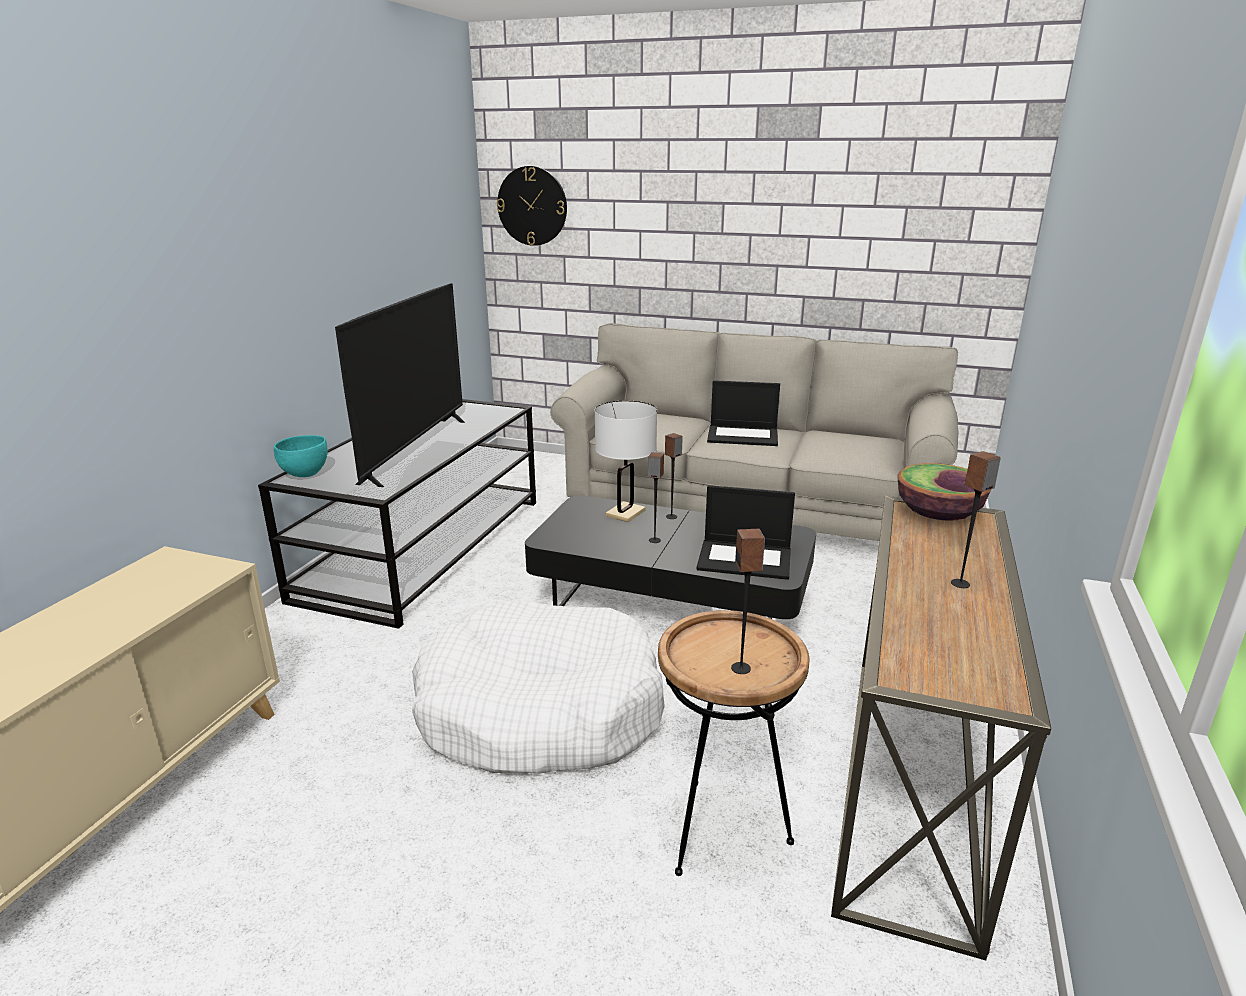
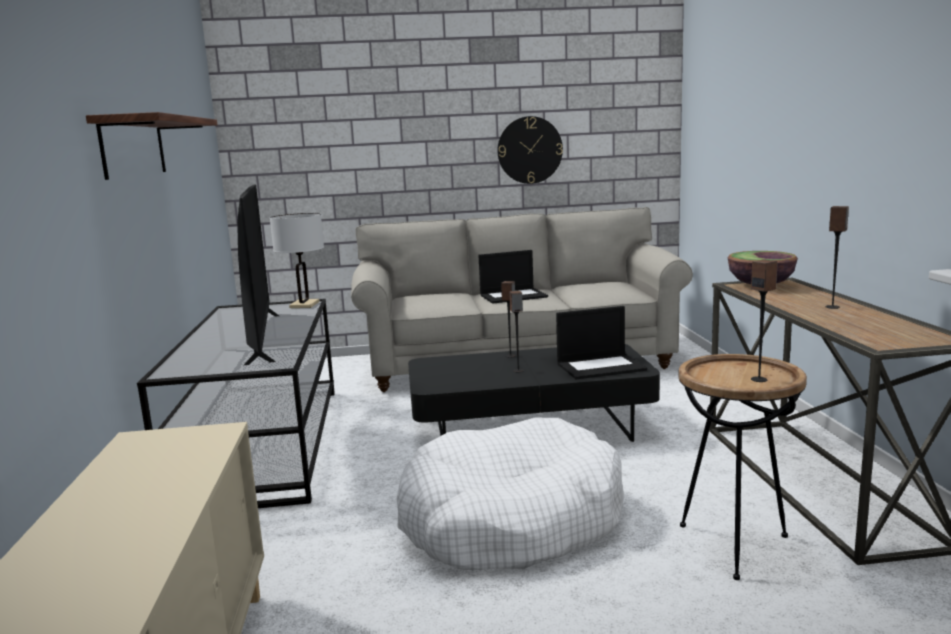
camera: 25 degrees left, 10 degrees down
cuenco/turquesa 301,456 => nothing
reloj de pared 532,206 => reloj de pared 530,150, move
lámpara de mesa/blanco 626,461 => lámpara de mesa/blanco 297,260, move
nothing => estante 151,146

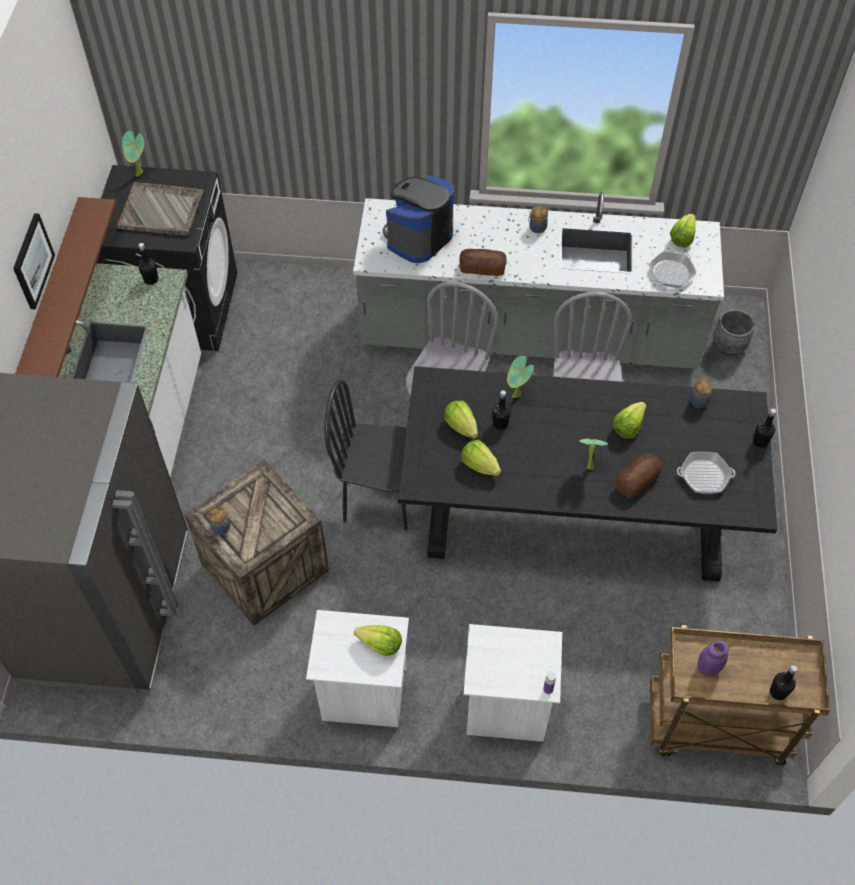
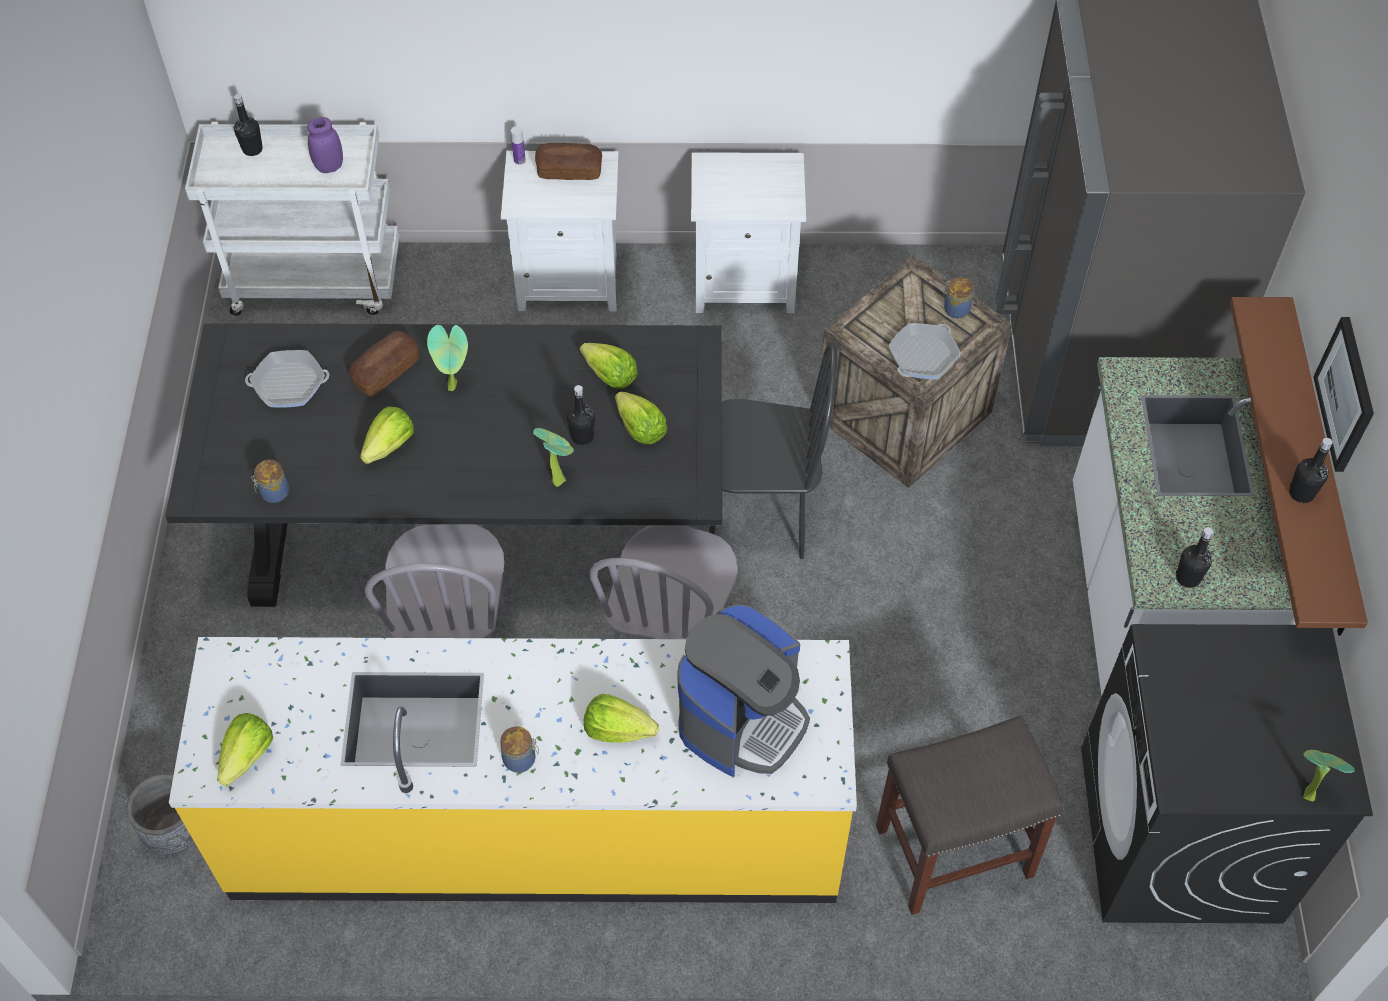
camera: 175 degrees right, 0 degrees up
bandeja/gris 160,209 => nothing
mueble bajo de cocina/gris 538,280 => mueble bajo de cocina/amarillo 513,770
lechuga 378,640 => lechuga 621,718, move
pan 483,262 => pan 568,161, move
sartén 673,269 => sartén 924,351, move
carrito/marrón 740,695 => carrito/blanco 292,219
botella/negro 764,428 => botella/negro 1311,470, move
nothing => taburete/gris 970,815

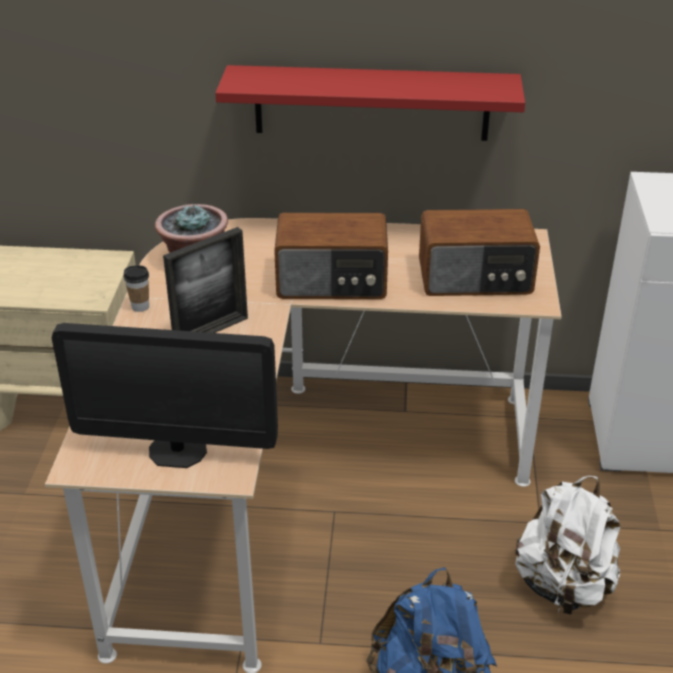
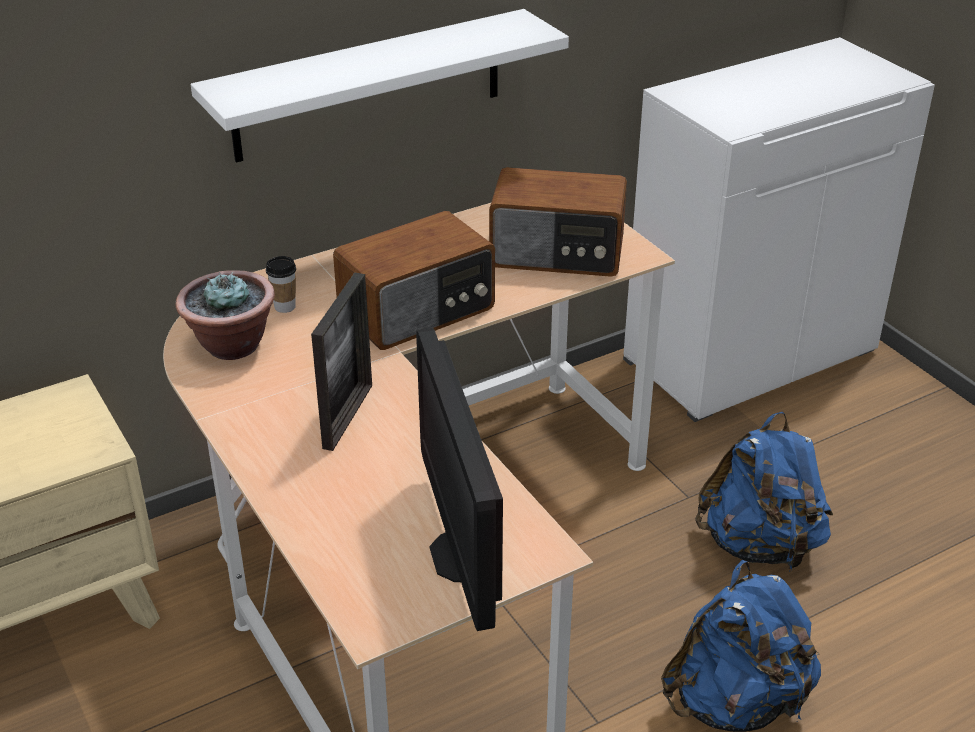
camera: 35 degrees left, 0 degrees up
monitor 165,395 => monitor 459,479, 105 degrees clockwise
taza 136,288 => taza 281,284, move
estante/rojo 370,103 => estante/blanco 380,86
radio 479,252 => radio 558,222, 45 degrees clockwise
mochila/blanco 567,545 => mochila/azul 764,491

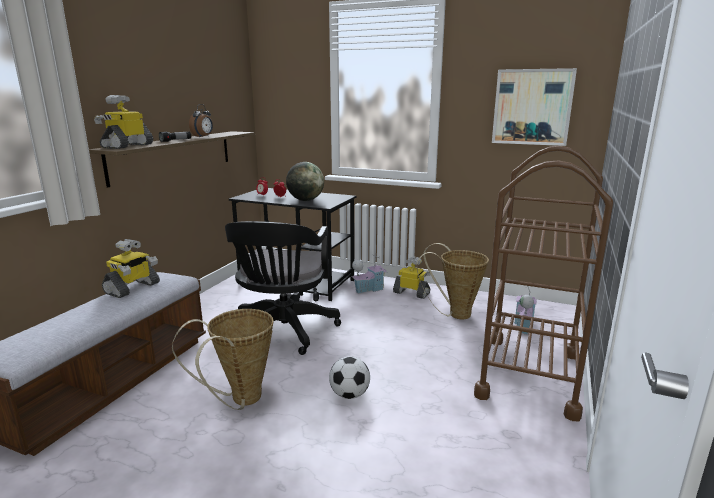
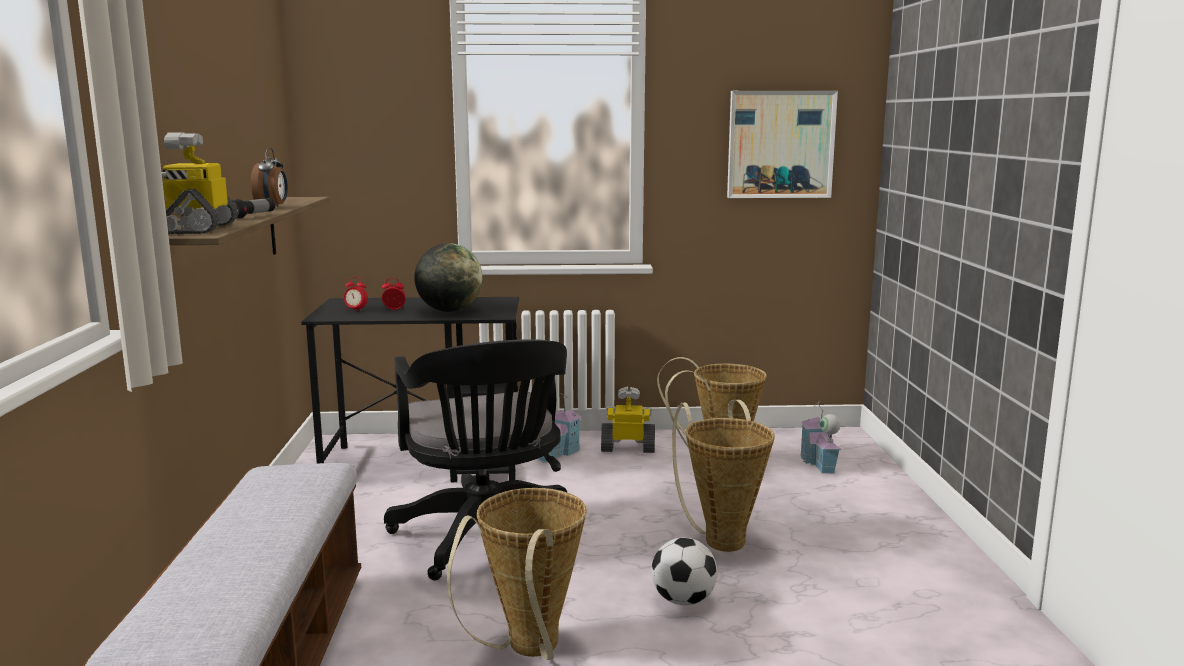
camera: 25 degrees left, 5 degrees down
robot de juguete 131,268 => nothing
carrito/marrón 543,283 => nothing
nothing => cesta 723,476

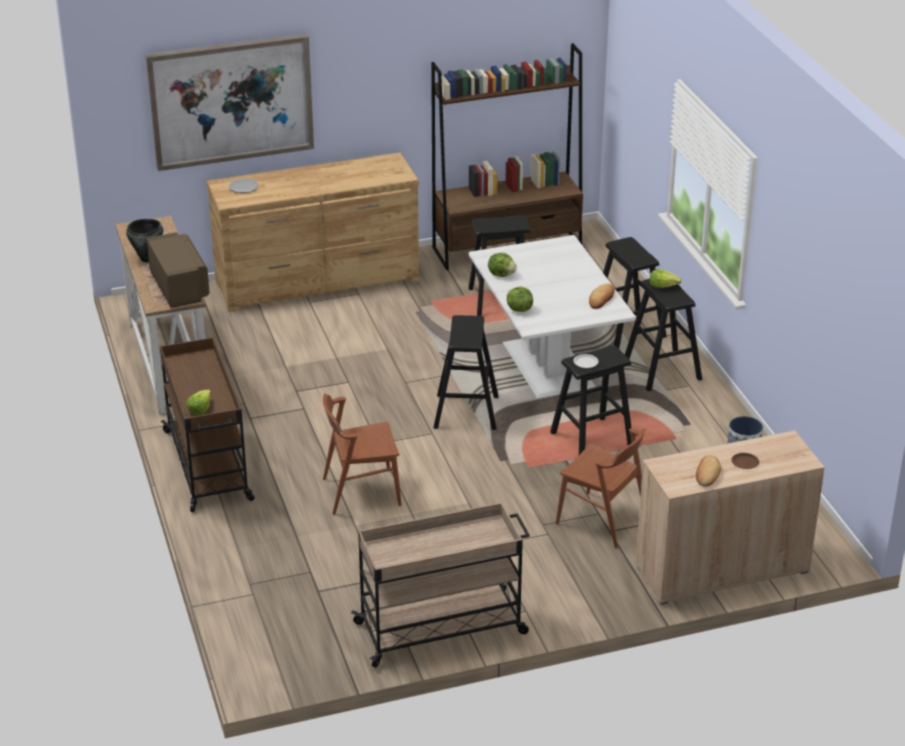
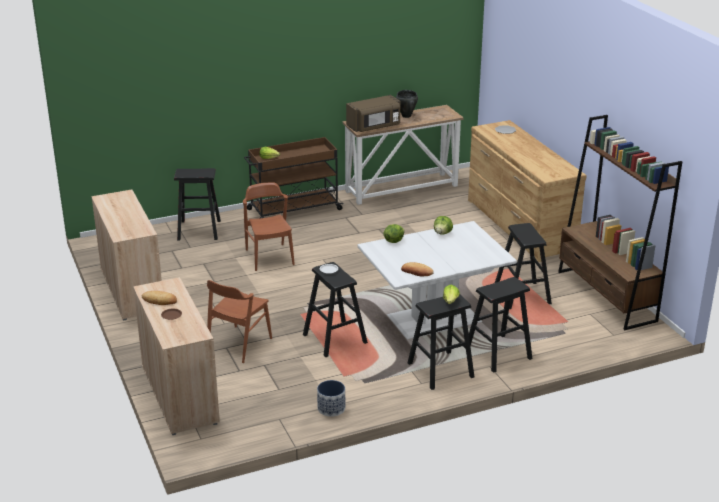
camera: 85 degrees right, 5 degrees down
cuadro 229,102 => nothing
carrito/beis 440,585 => armario/beis 126,255
taburete/negro 466,372 => taburete/negro 197,204, move

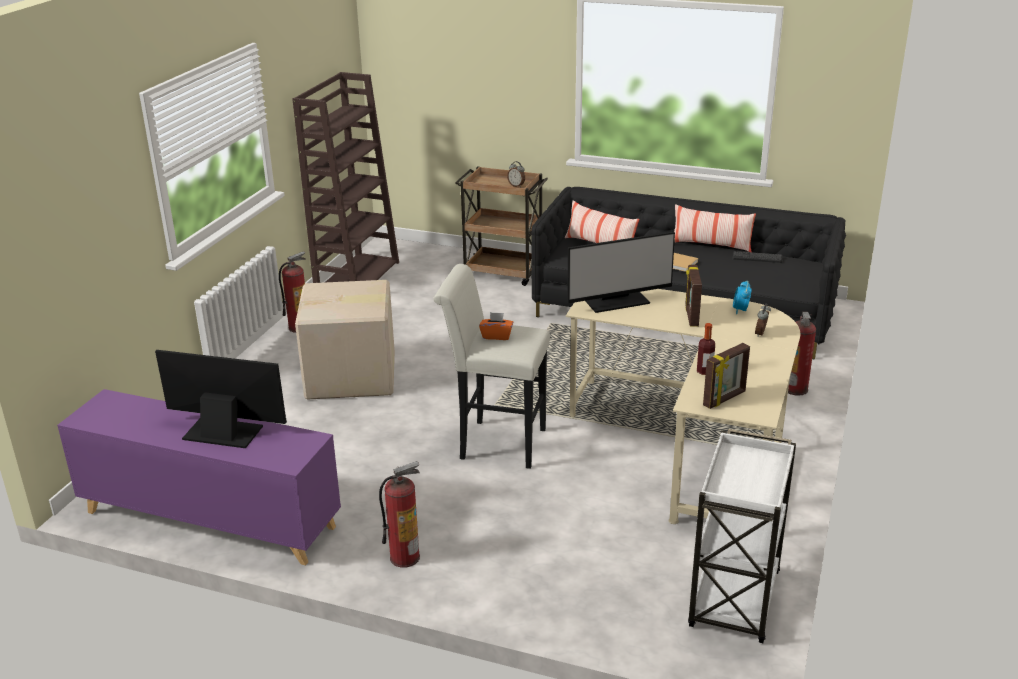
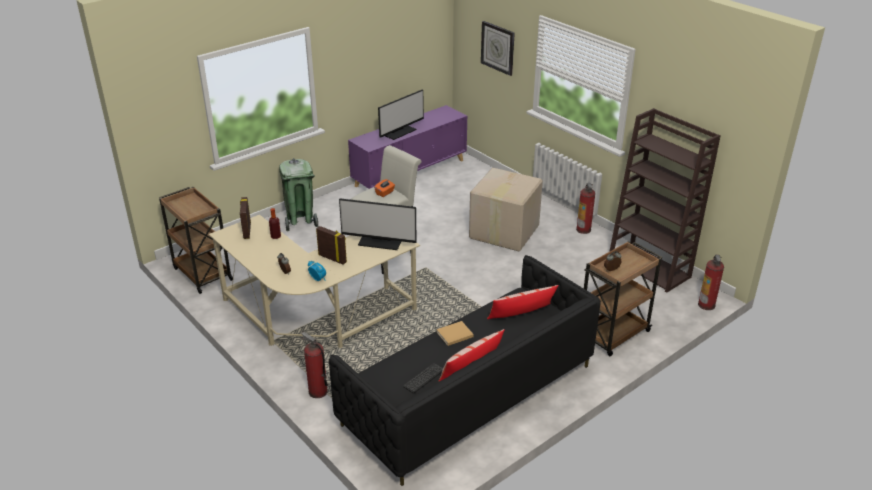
camera: 120 degrees right, 5 degrees up
extintor 399,514 => extintor 711,282, move
monitor 621,272 => monitor 378,224, 90 degrees counterclockwise
carrito/blanco 742,536 => carrito/marrón 196,240
nothing => papelera/verde 298,195
nothing => reloj de pared 498,48

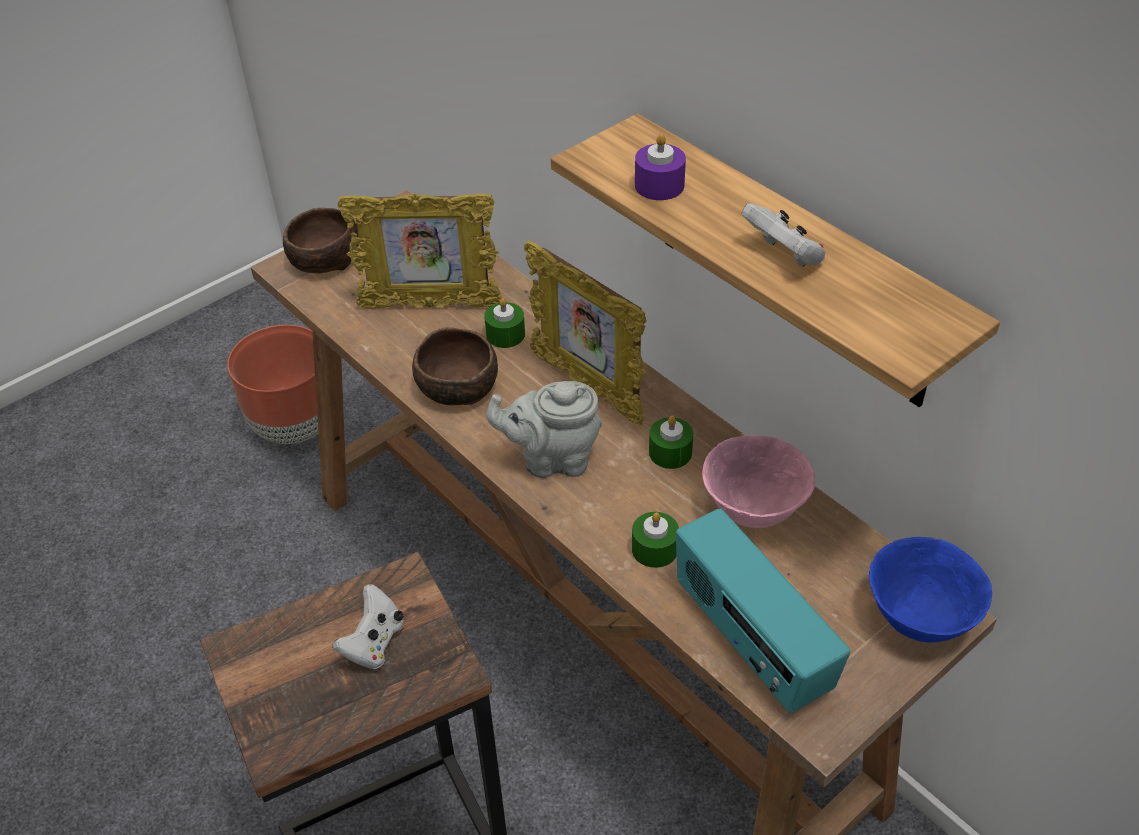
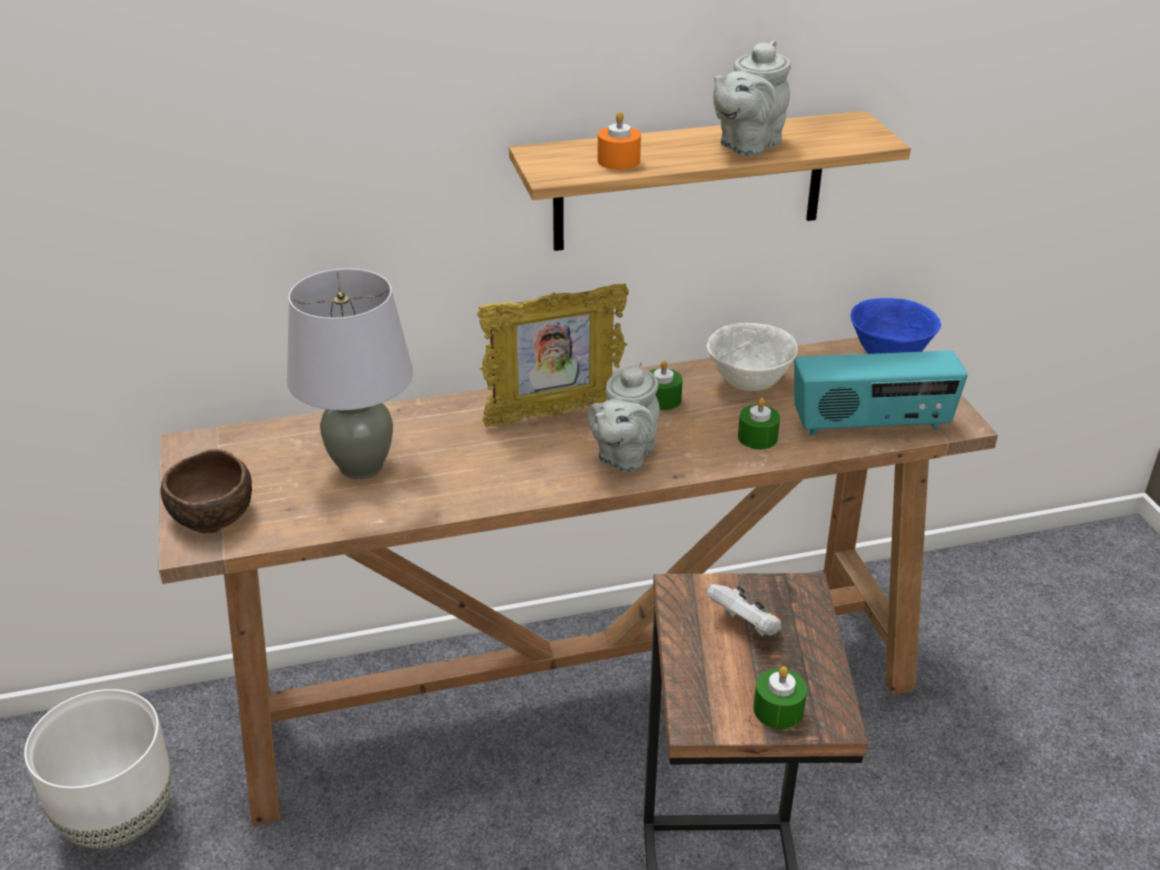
camera: 65 degrees left, 10 degrees down
maceta/marrón 272,384 => maceta/blanco 98,769
portarretratos 420,251 => lámpara de mesa/gris 350,373
cuenco/marrón 455,366 => nothing
vela/verde 504,323 => vela/verde 780,697, move
vela/morado 660,167 => vela/naranja 619,140
cuenco/rosa 758,481 => cuenco/blanco 752,357
mando de consola/blanco 783,235 => tetera/gris 752,98

